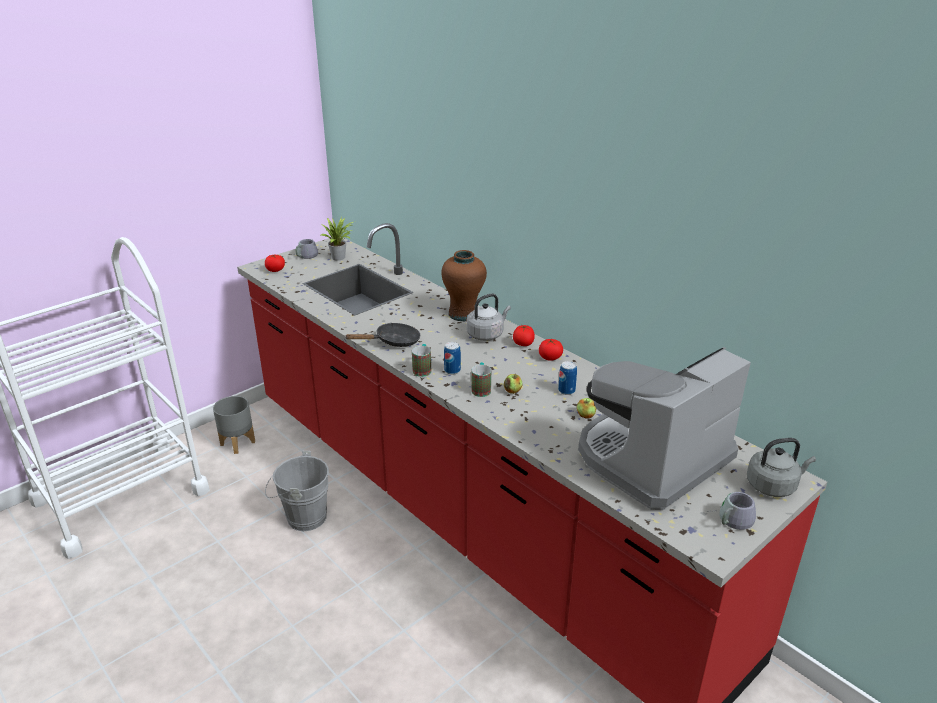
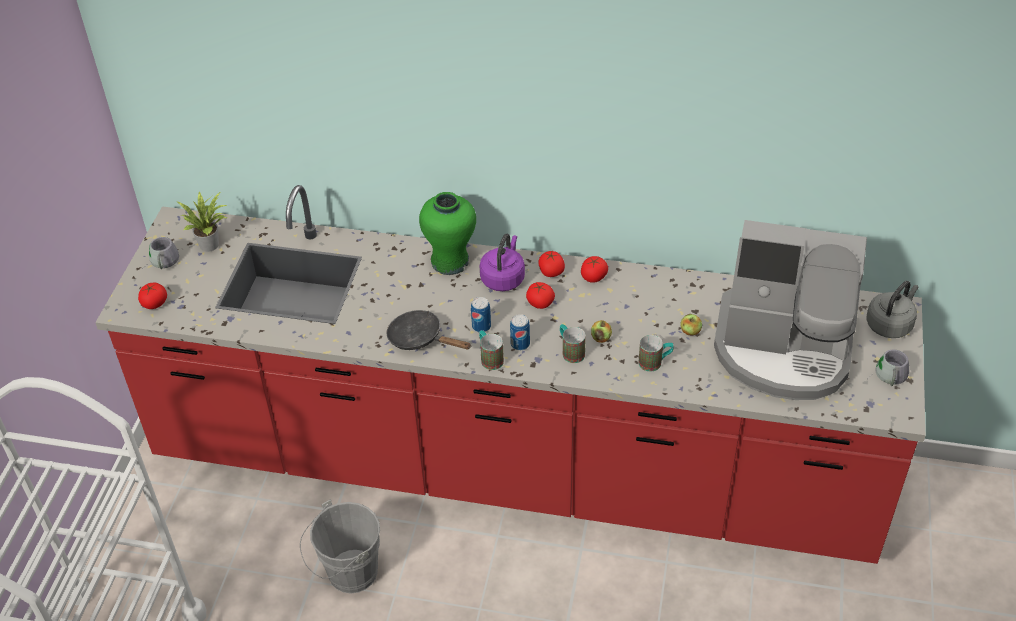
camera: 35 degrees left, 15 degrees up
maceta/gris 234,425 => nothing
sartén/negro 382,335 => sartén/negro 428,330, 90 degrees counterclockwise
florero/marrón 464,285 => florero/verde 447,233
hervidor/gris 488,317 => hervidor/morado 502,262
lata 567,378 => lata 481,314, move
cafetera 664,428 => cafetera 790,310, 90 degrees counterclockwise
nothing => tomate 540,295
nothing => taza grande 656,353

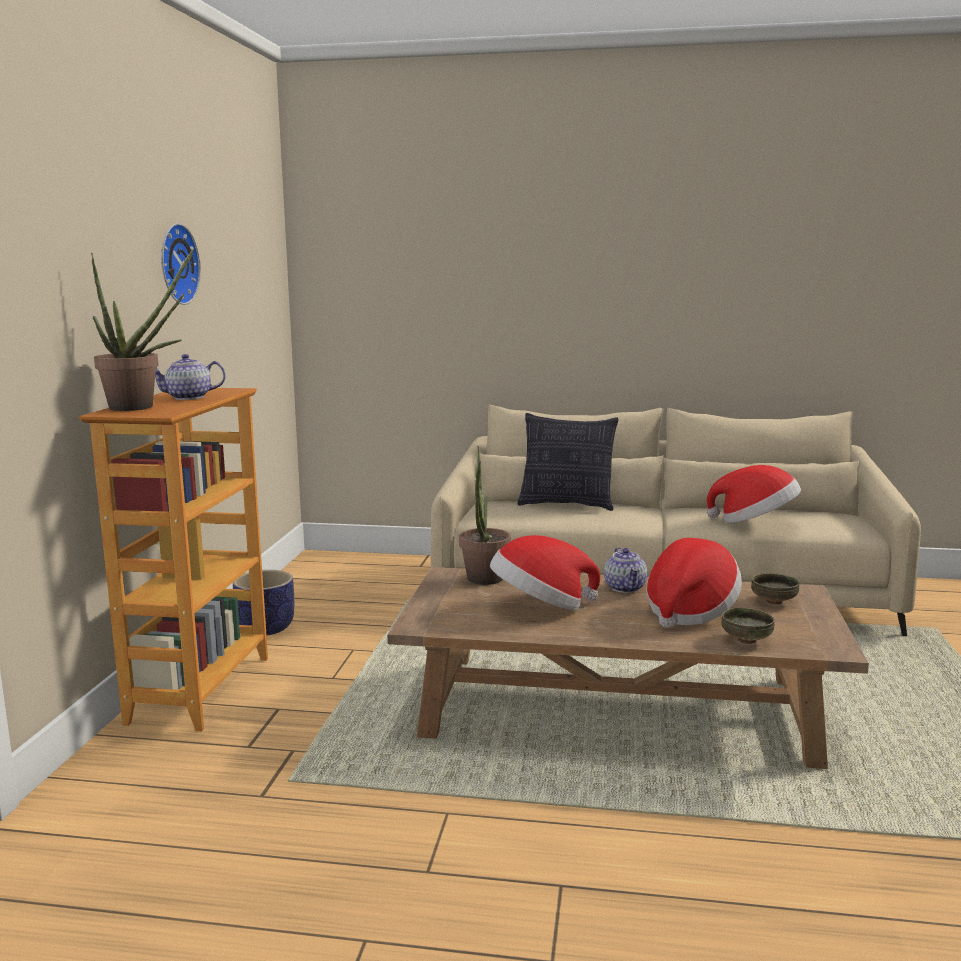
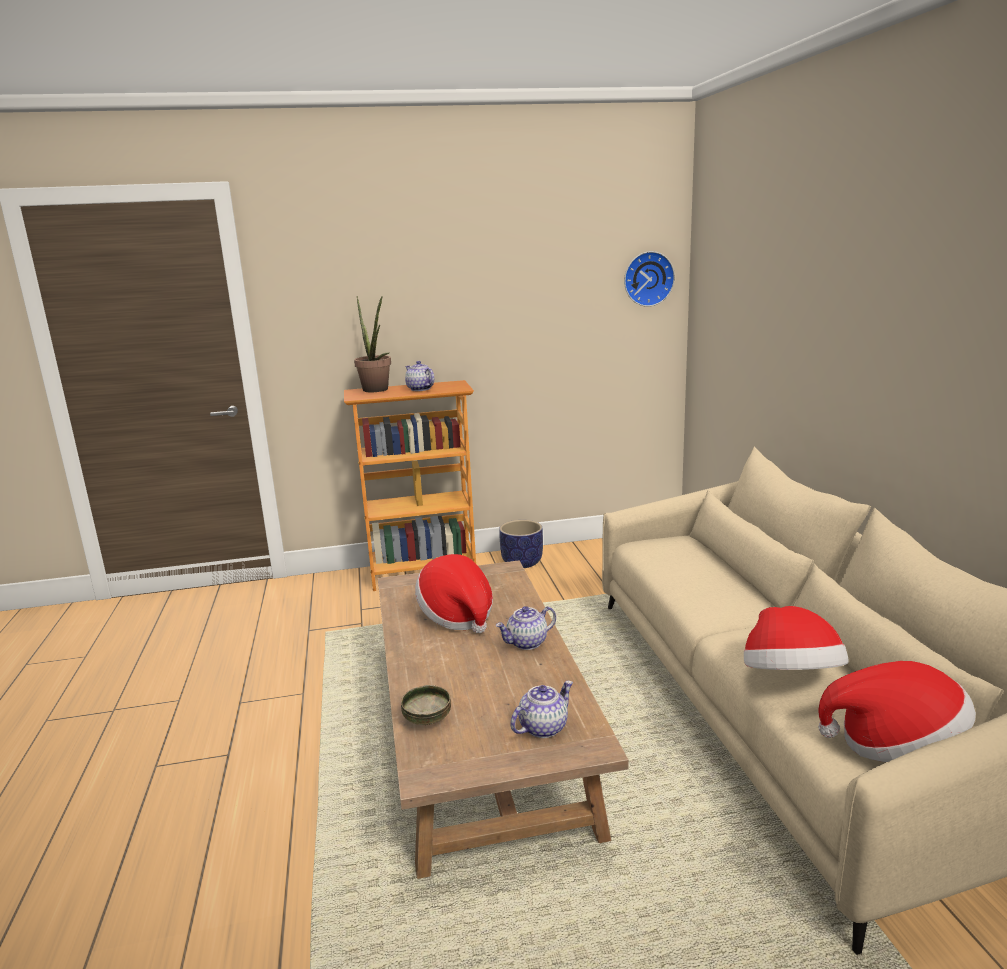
camera: 70 degrees right, 5 degrees up
reloj de pared 181,264 => reloj de pared 649,279, move
planta en maceta 485,515 => nothing
cojín 568,462 => nothing
sombrero 694,583 => sombrero 897,711, move
cuenco 775,589 => tetera 541,709

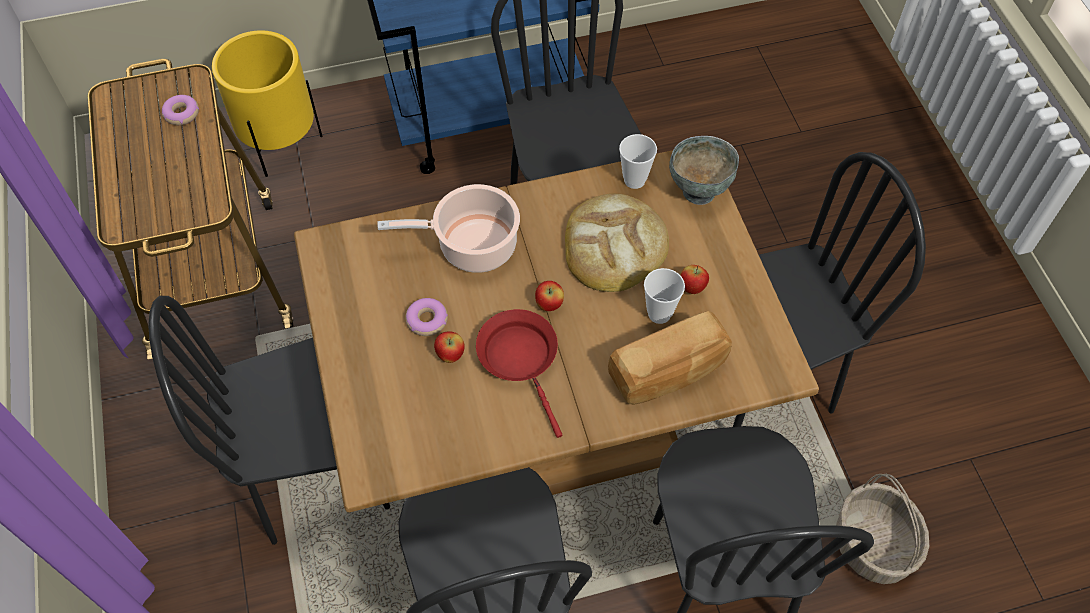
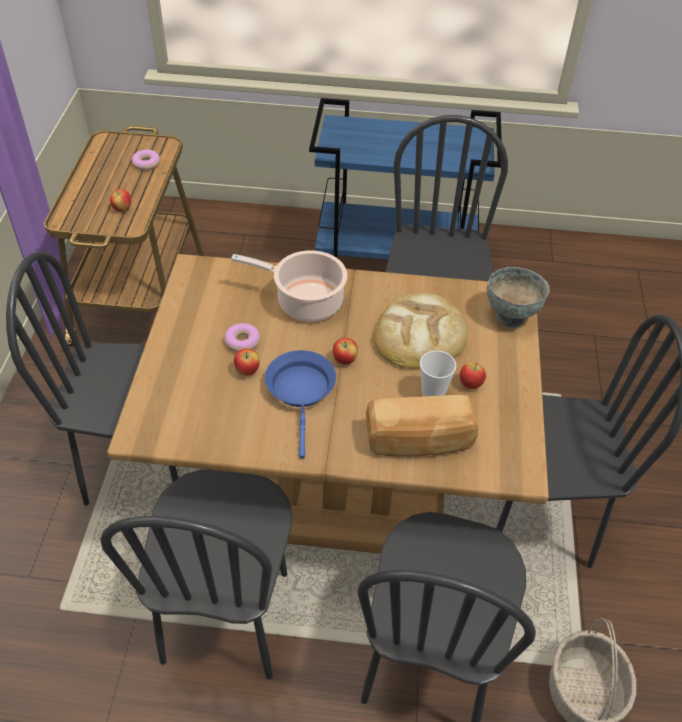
camera: 20 degrees right, 10 degrees down
maceta/amarillo 267,103 => nothing
sartén/rojo 519,373 => sartén/azul 300,404
taza 638,161 => nothing
nothing => manzana 120,200

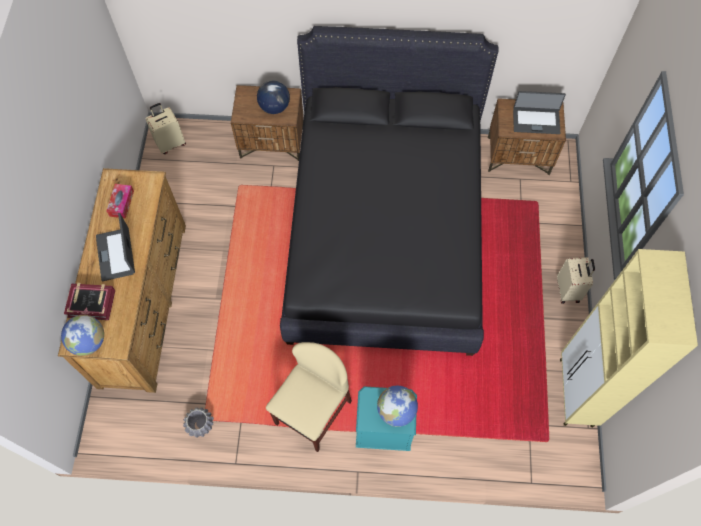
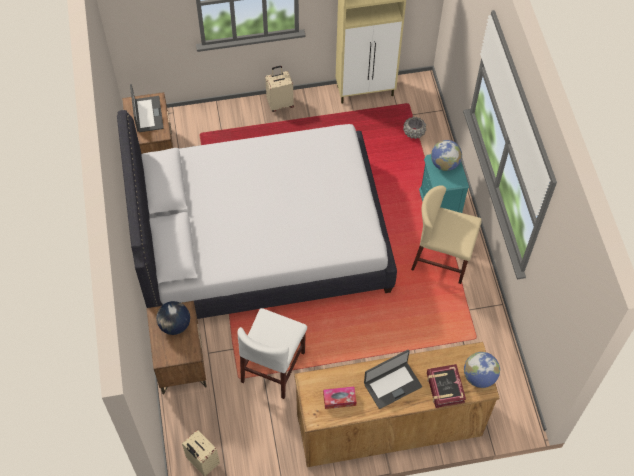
camera: 105 degrees left, 5 degrees down
maceta/gris 198,422 => maceta/gris 414,128, move
cama/negro 389,191 => cama/blanco 257,214
nothing => silla/blanco 272,353

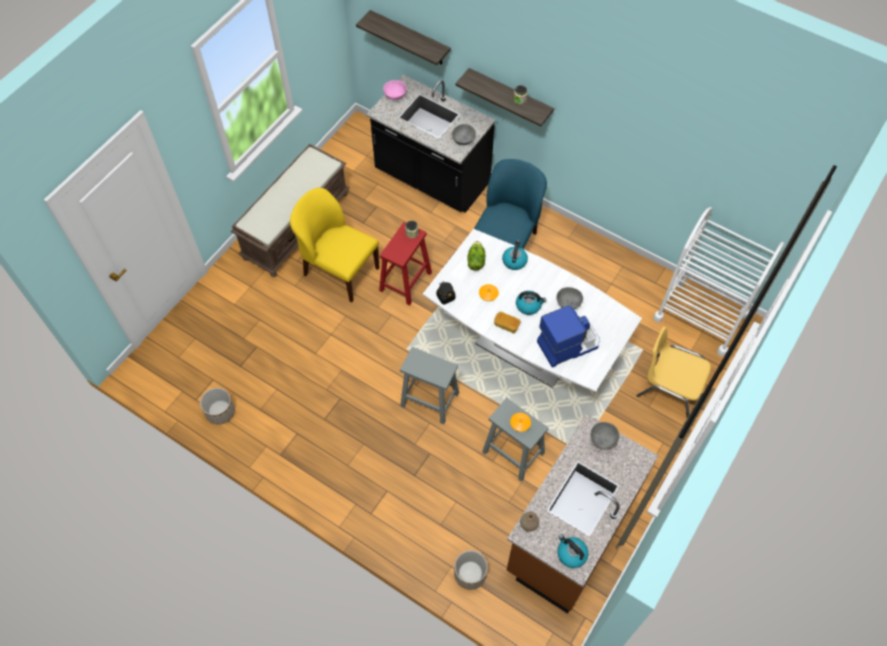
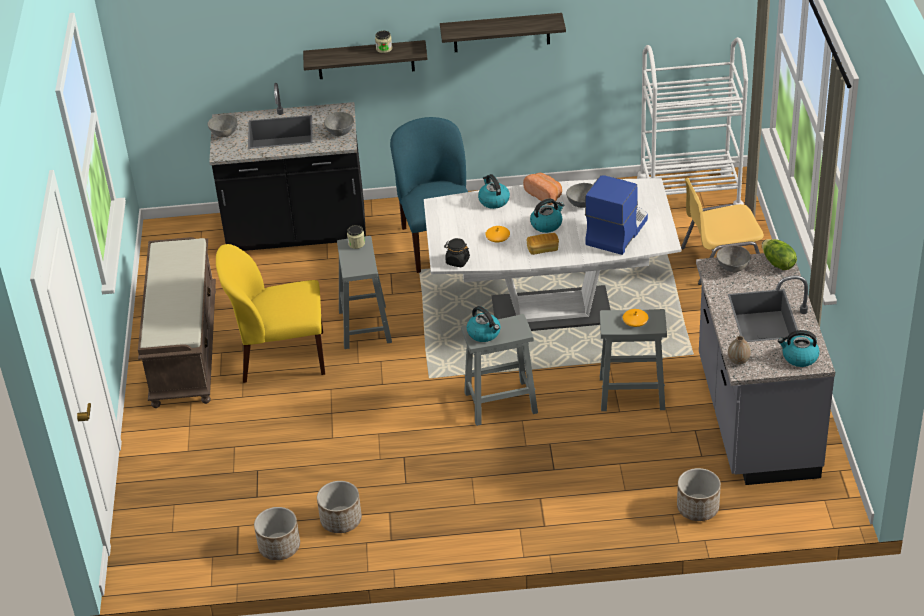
camera: 35 degrees left, 20 degrees down
estante 403,37 => estante 503,32, move
taburete/rojo 405,263 => taburete/gris 364,292
cuenco/rosa 395,90 => cuenco/gris 223,125
lechuga 476,255 => lechuga 779,254, move
mueble bajo de cocina/marrón 583,514 => mueble bajo de cocina/gris 765,369
nothing => maceta 339,507
nothing => hervidor 484,324
nothing => pan 542,189

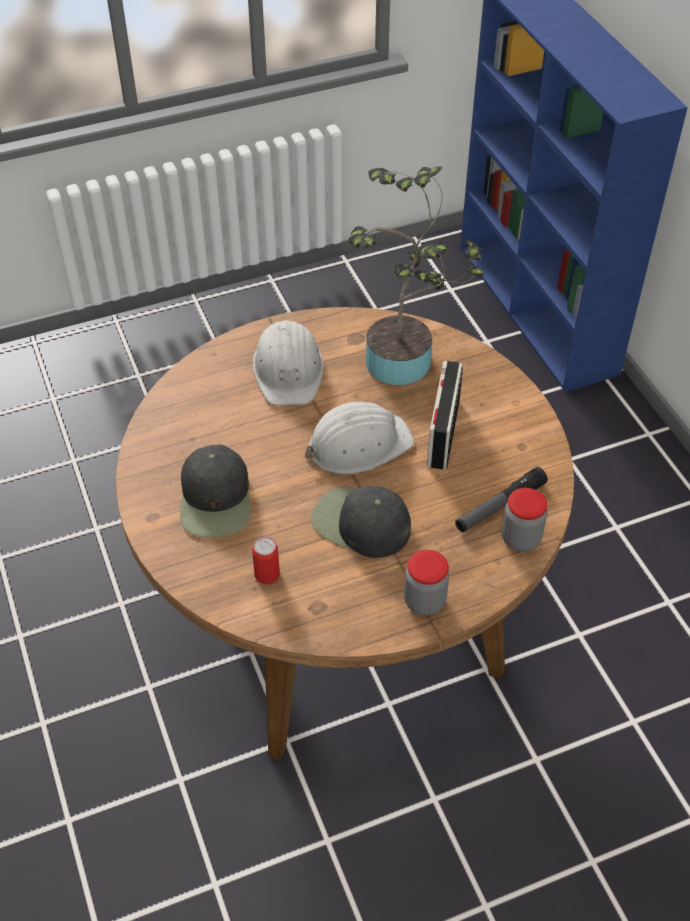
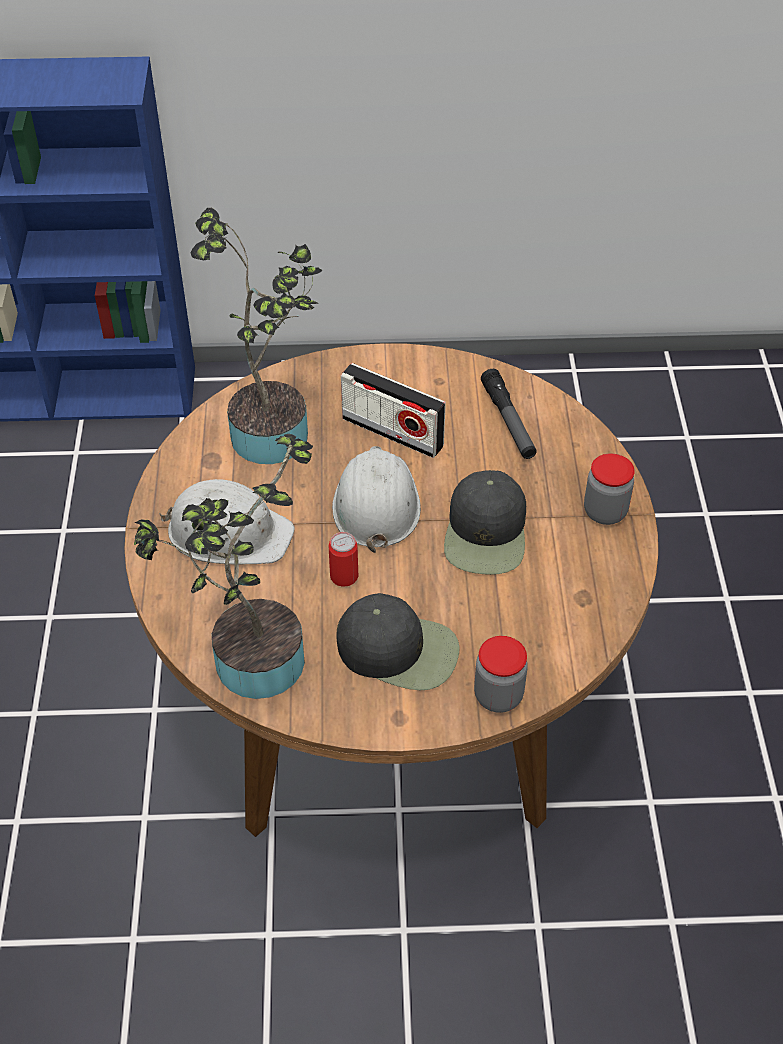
camera: 70 degrees left, 0 degrees up
lata 266,560 => lata 343,559, move
gorra/negro 361,522 => gorra/negro 485,522, 45 degrees counterclockwise
tarro 525,520 => tarro 501,674, move
nothing => planta en maceta 223,566

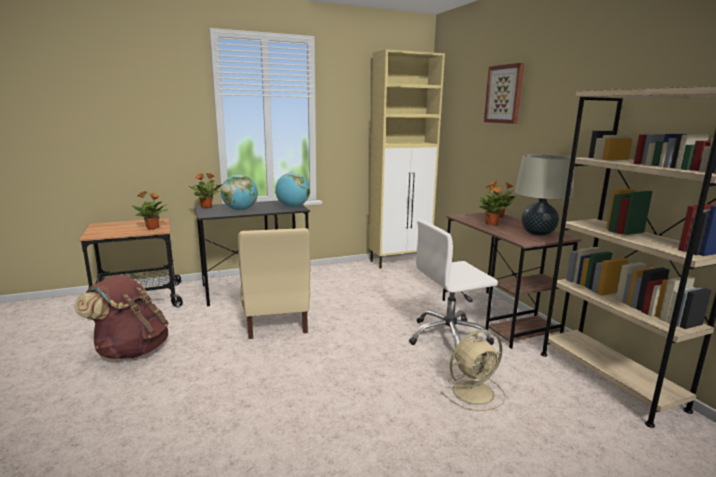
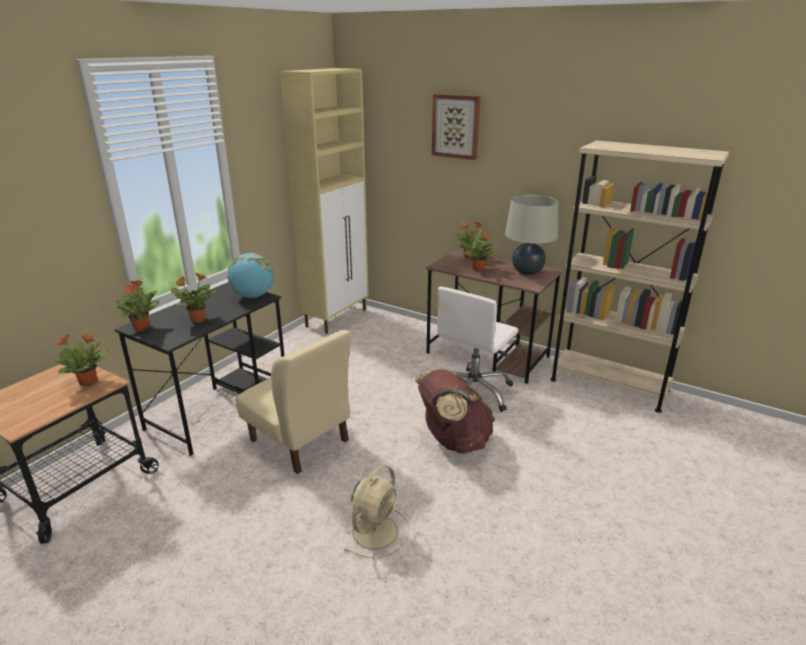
camera: 35 degrees left, 10 degrees up
mochila/marrón 121,317 => mochila/marrón 455,411, move
globo terráqueo 239,192 => planta en maceta 193,298
ventilador/beis 473,370 => ventilador/beis 376,512, move

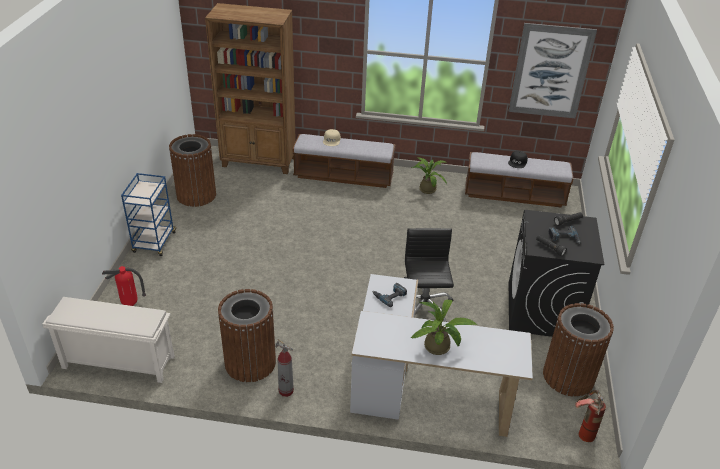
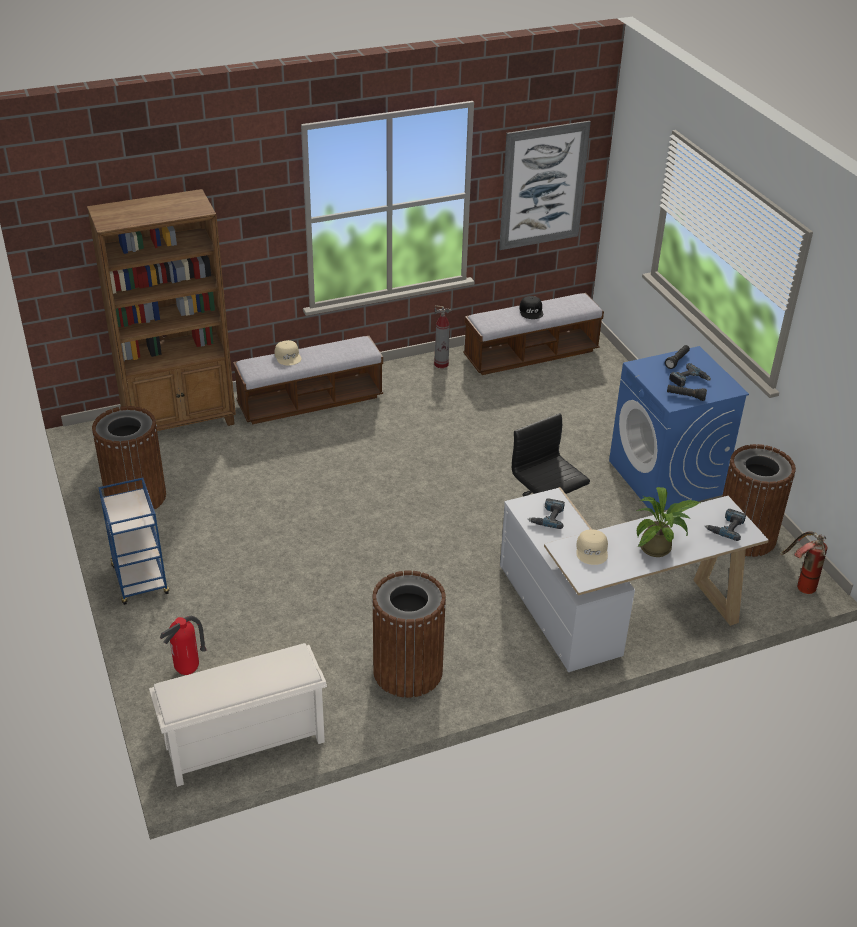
camera: 30 degrees left, 0 degrees up
extintor 284,368 => extintor 443,336, move
planta en maceta 429,175 => nothing
lavadora/negro 556,273 => lavadora/azul 679,429
nothing => gorra/beis 592,547
nothing => taladro 725,524

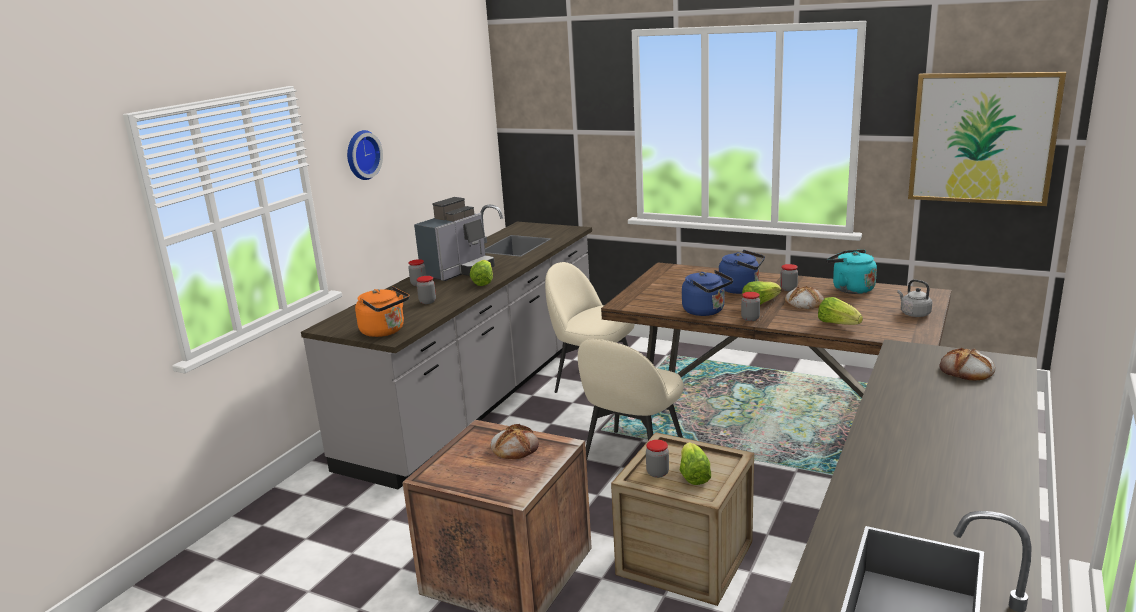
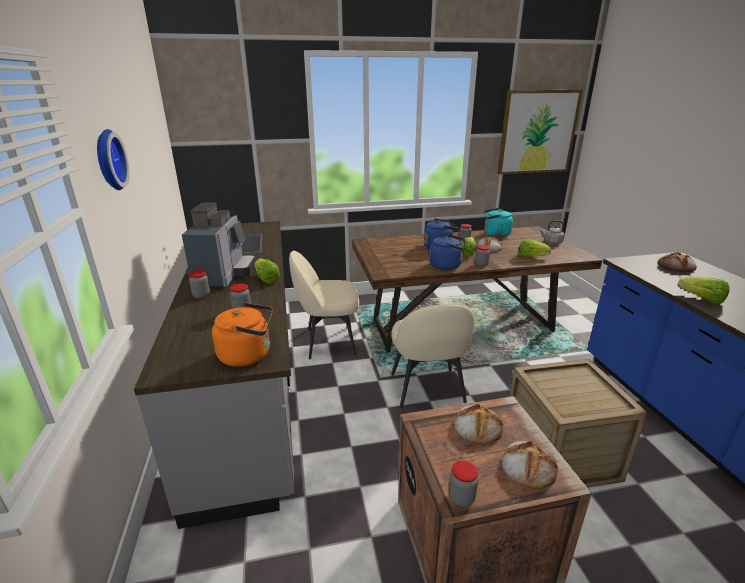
camera: 40 degrees left, 5 degrees up
tarro 657,459 => tarro 463,484, move
lechuga 695,463 => lechuga 704,290, move
nothing => pan 530,465

